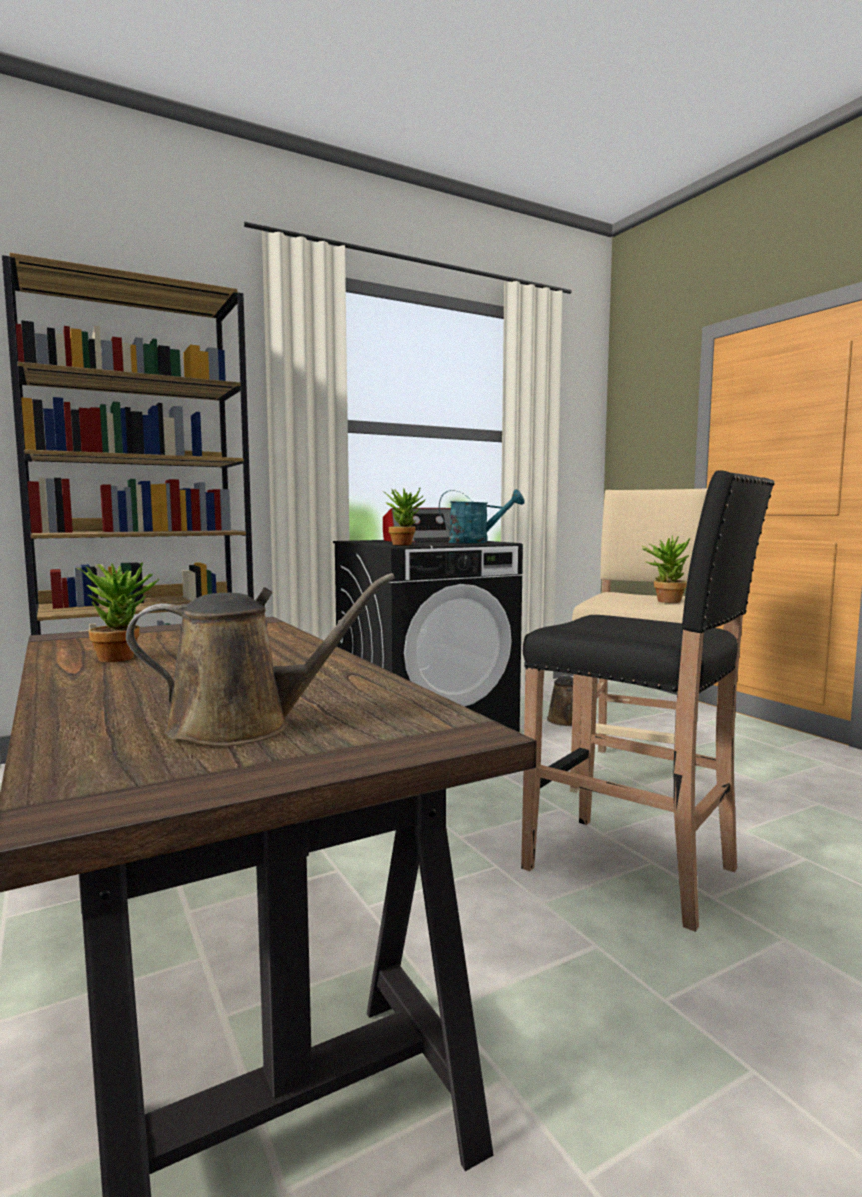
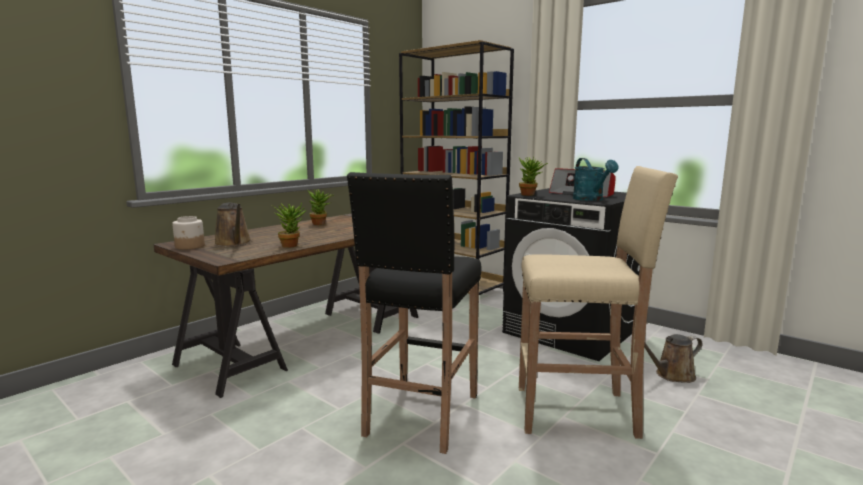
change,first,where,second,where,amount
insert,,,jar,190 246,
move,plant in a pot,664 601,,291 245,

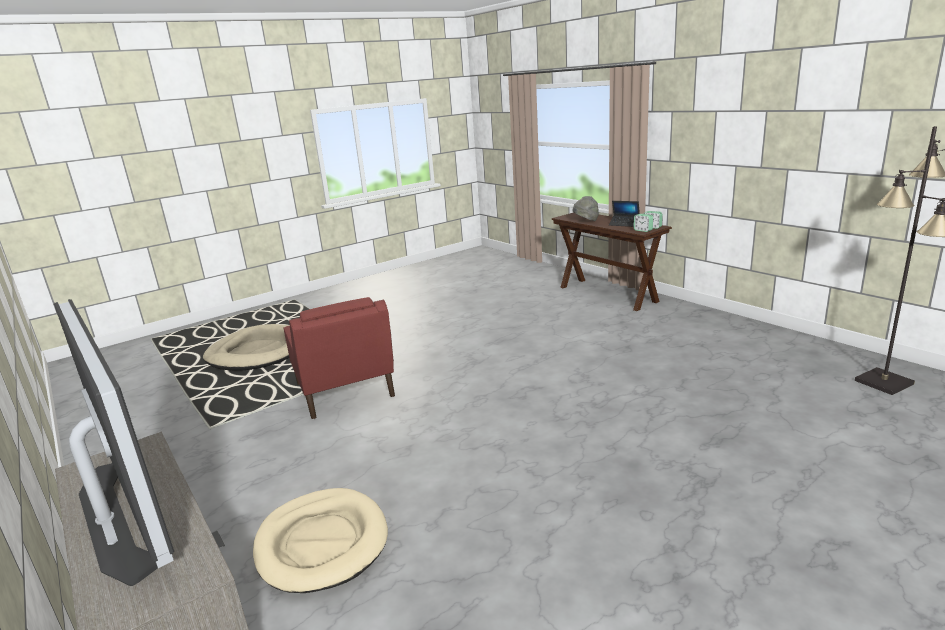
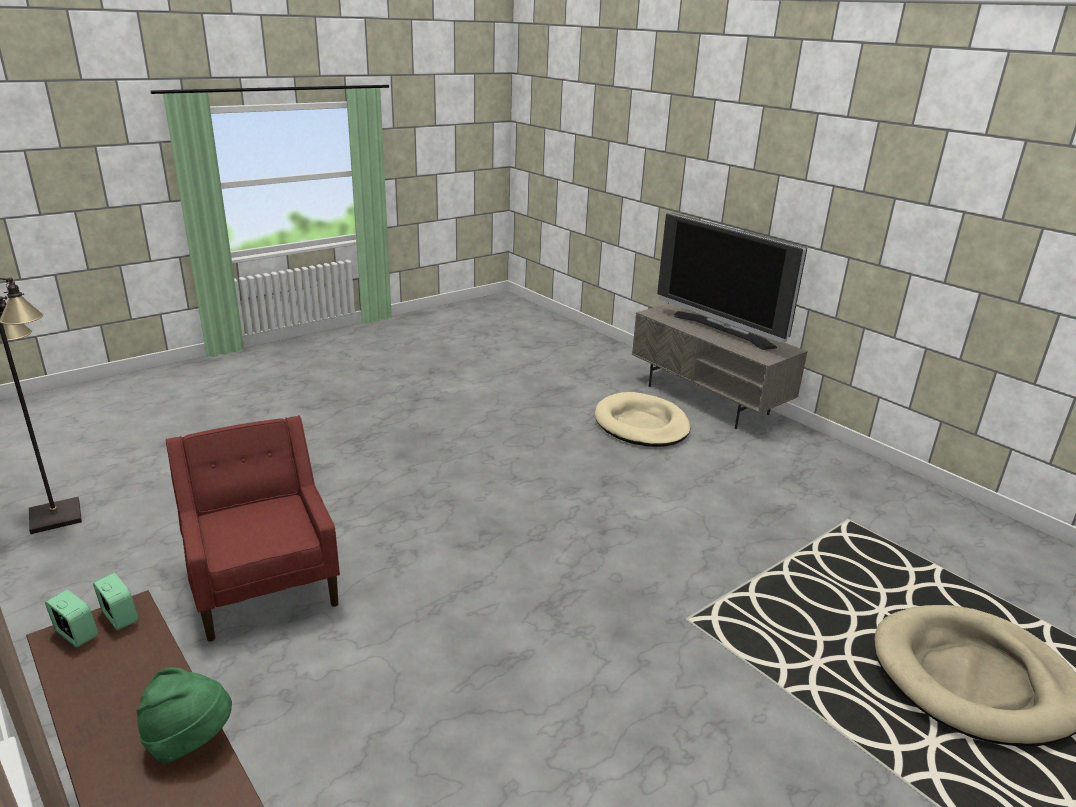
change,first,where,second,where,amount
recolor,greyish clothing hat,586 221,green clothing hat,190 740,
move,red lounge chair,344 391,,264 582,
delete,notebook computer,624 224,,,

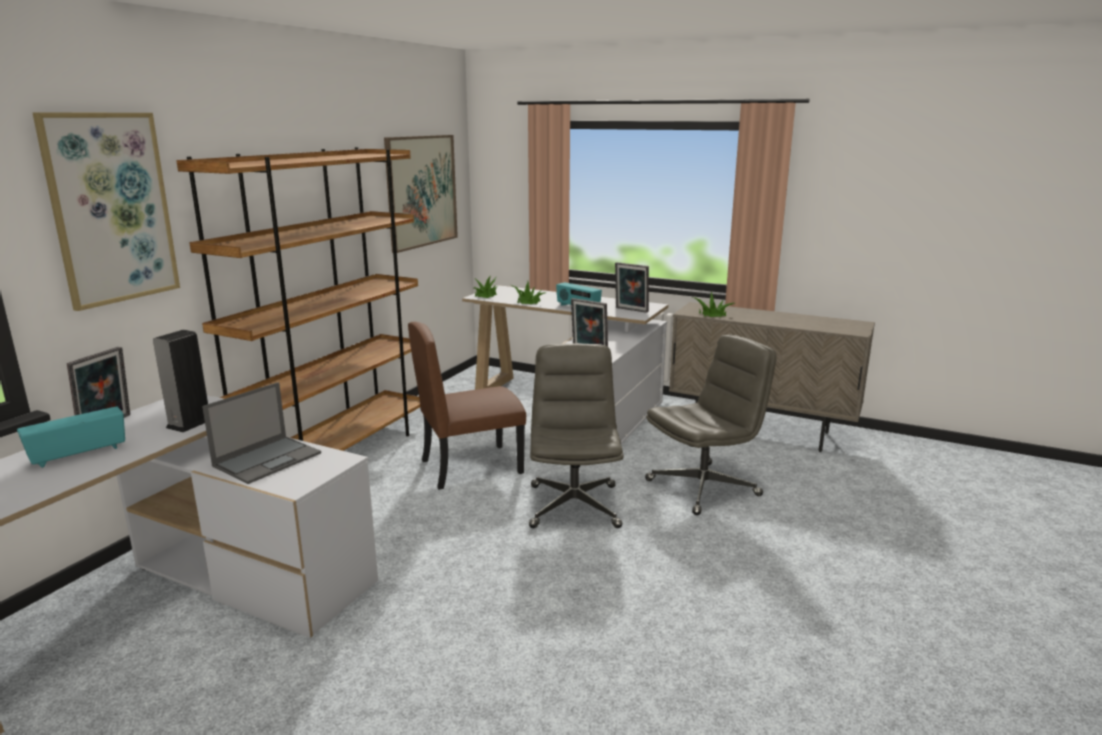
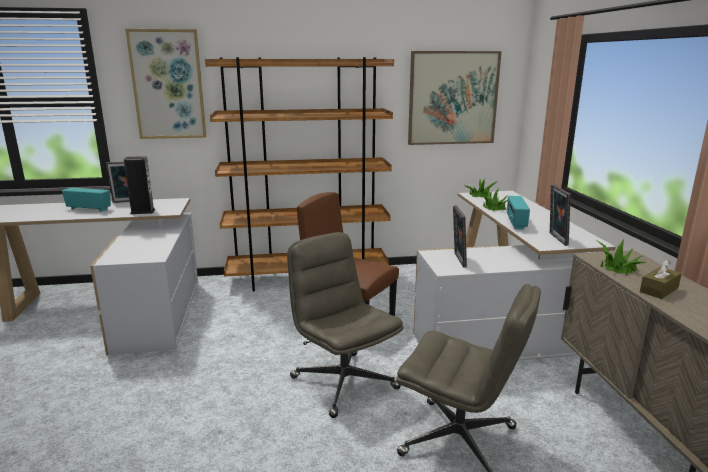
change,first,where,second,where,amount
rotate,greyish desk chair,573 505,,343 382,90 degrees counterclockwise
insert,,,brown-coloured tissue box,659 290,
delete,notebook computer,268 459,,,

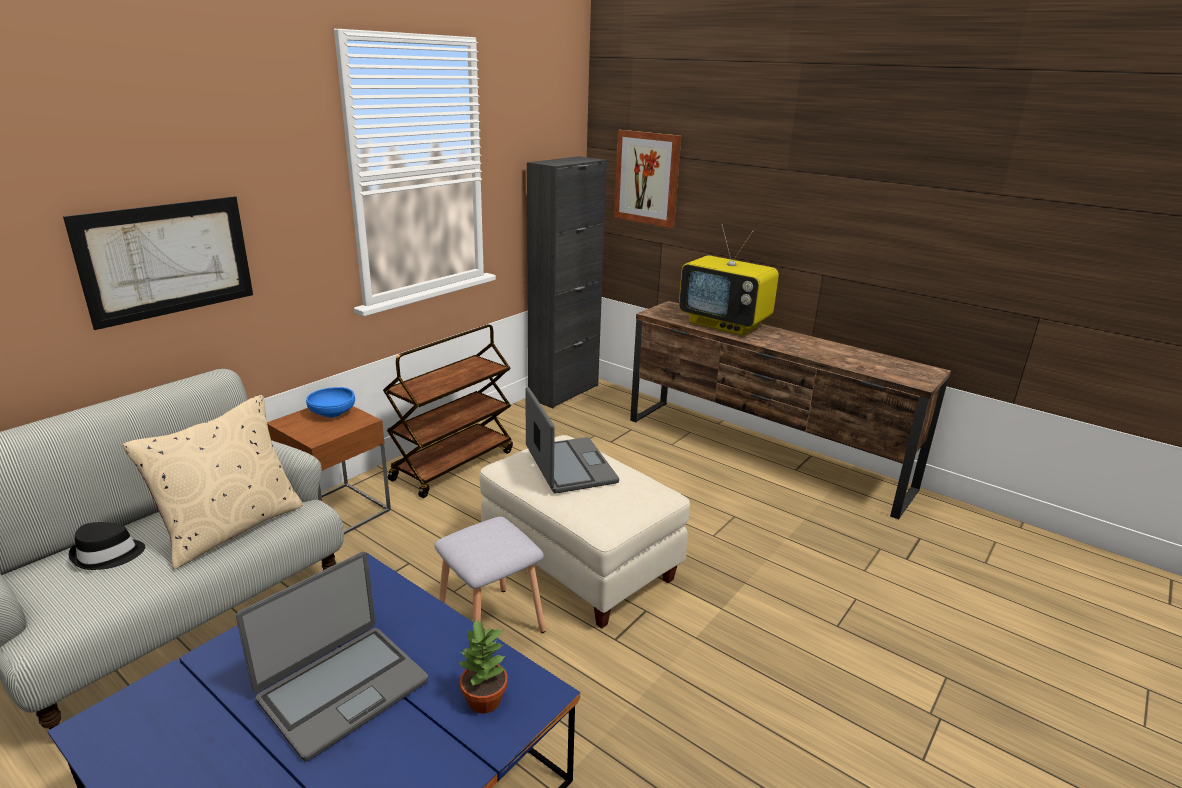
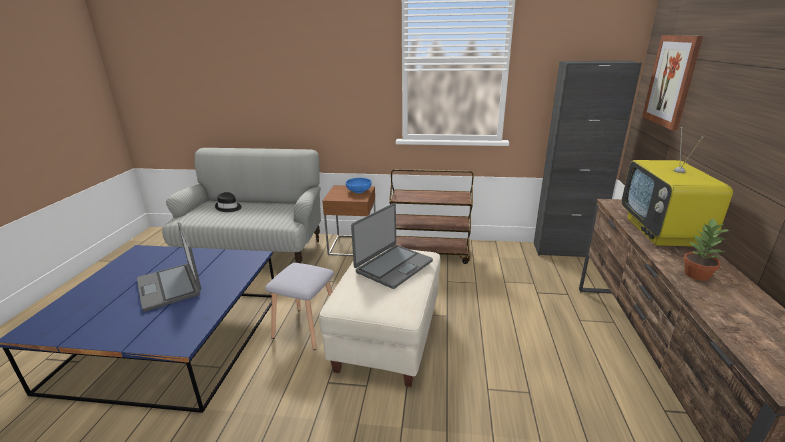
change,first,where,second,where,amount
rotate,notebook computer,342 689,,170 287,45 degrees clockwise
move,plant in a pot,484 701,,696 275,
delete,wall art,167 259,,,
delete,beige pillow,231 528,,,

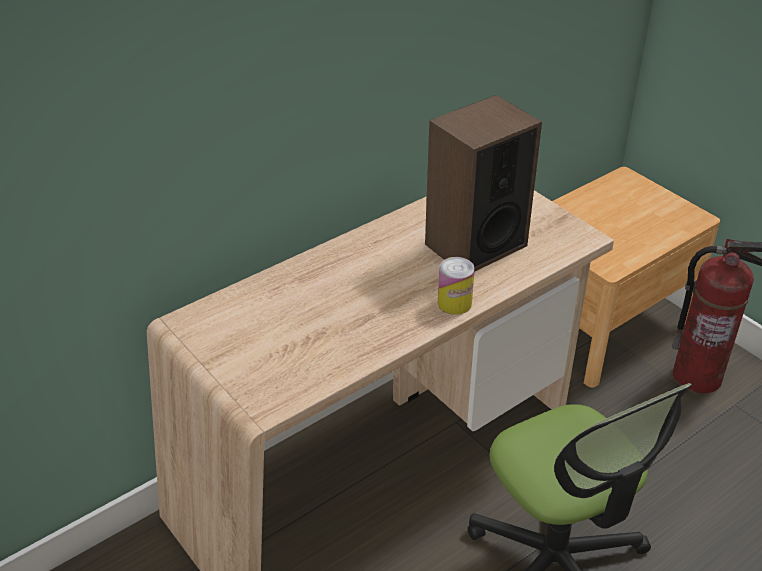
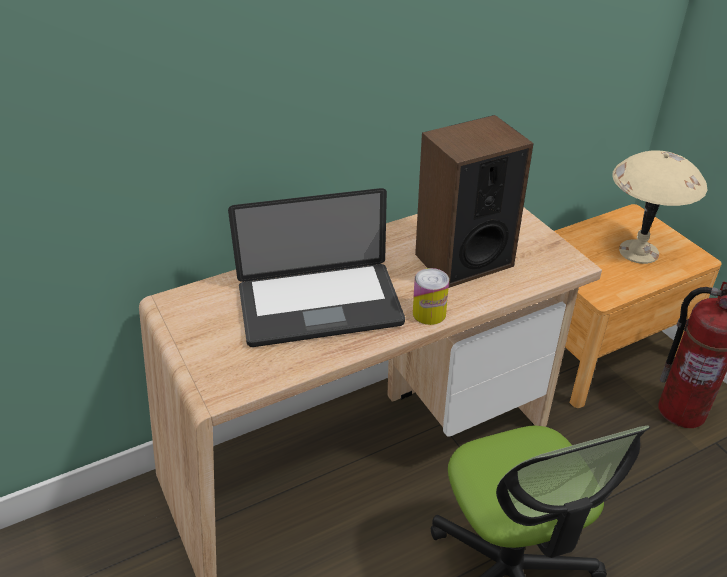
change,first,where,second,where,amount
insert,,,notebook computer,319 306,
insert,,,beige tabletop lamp,639 251,

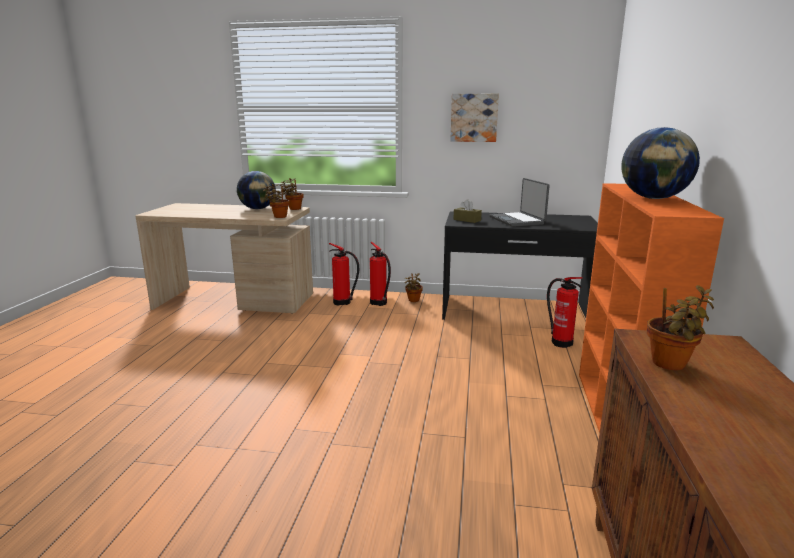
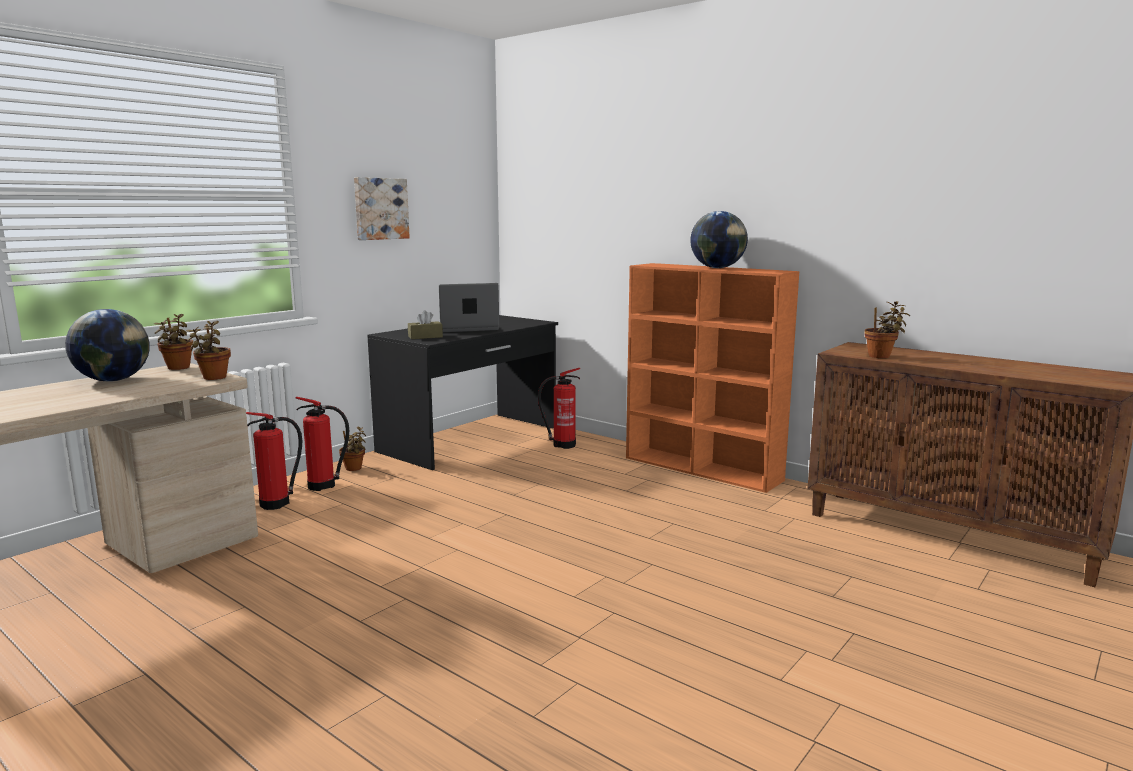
change,first,where,second,where,amount
rotate,notebook computer,517 220,,467 328,150 degrees clockwise

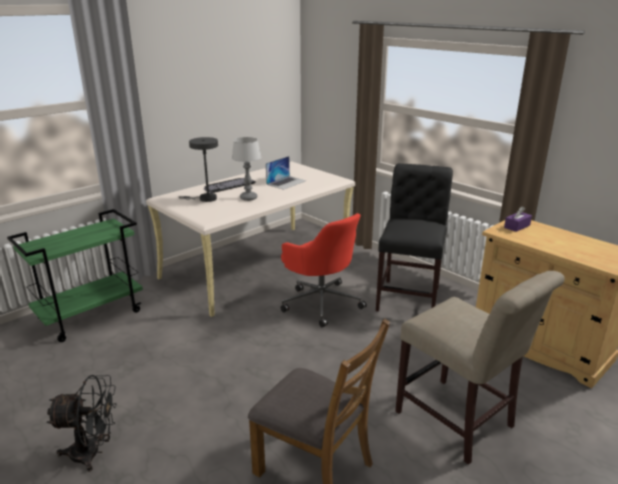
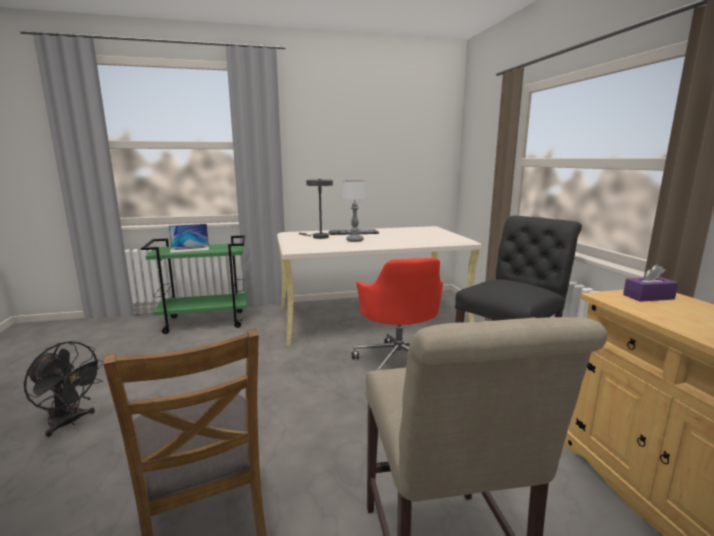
change,first,where,second,where,amount
move,notebook computer,286 182,,190 249,

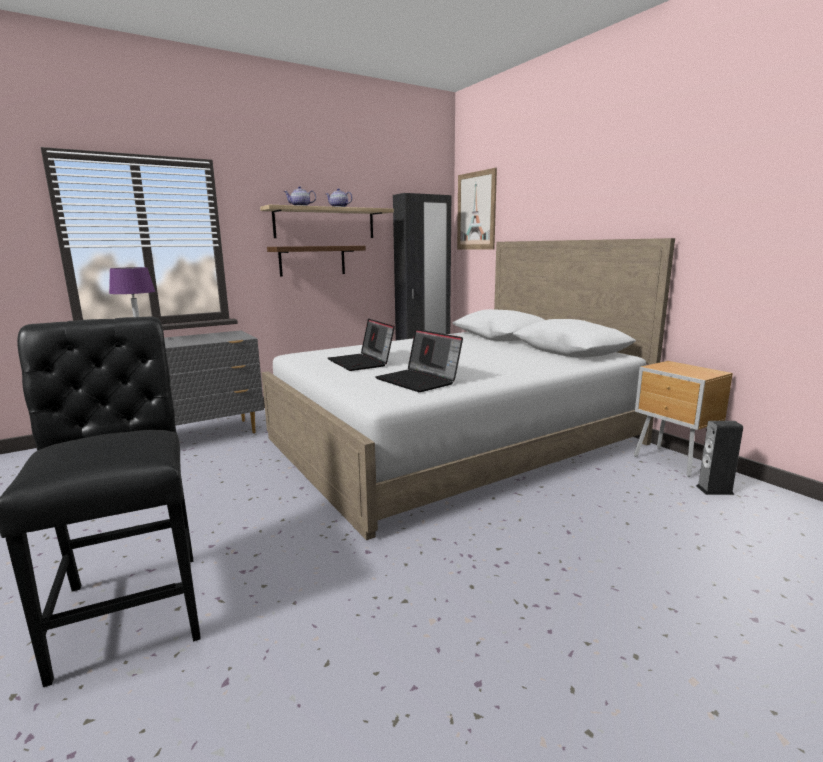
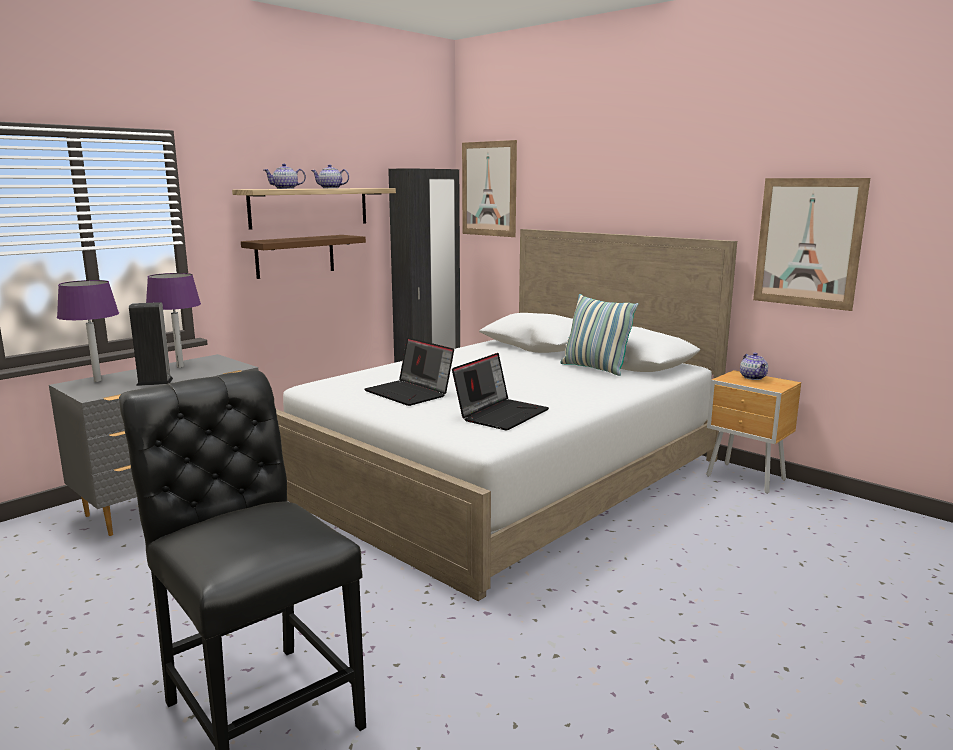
change,first,where,second,where,amount
move,audio speaker,714 490,,155 382,
insert,,,purplish tabletop lamp,180 366,
rotate,notebook computer,419 381,,501 414,90 degrees counterclockwise
insert,,,pillow,595 368,
insert,,,teapot,753 377,
insert,,,wall art,808 242,

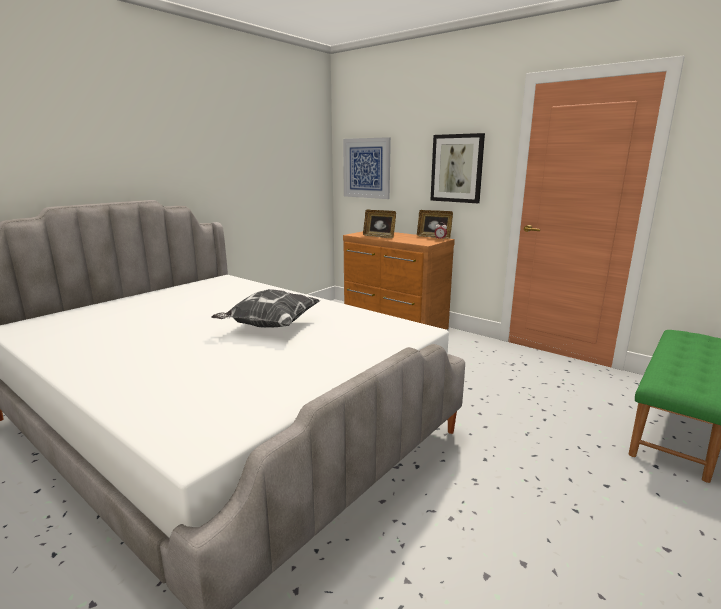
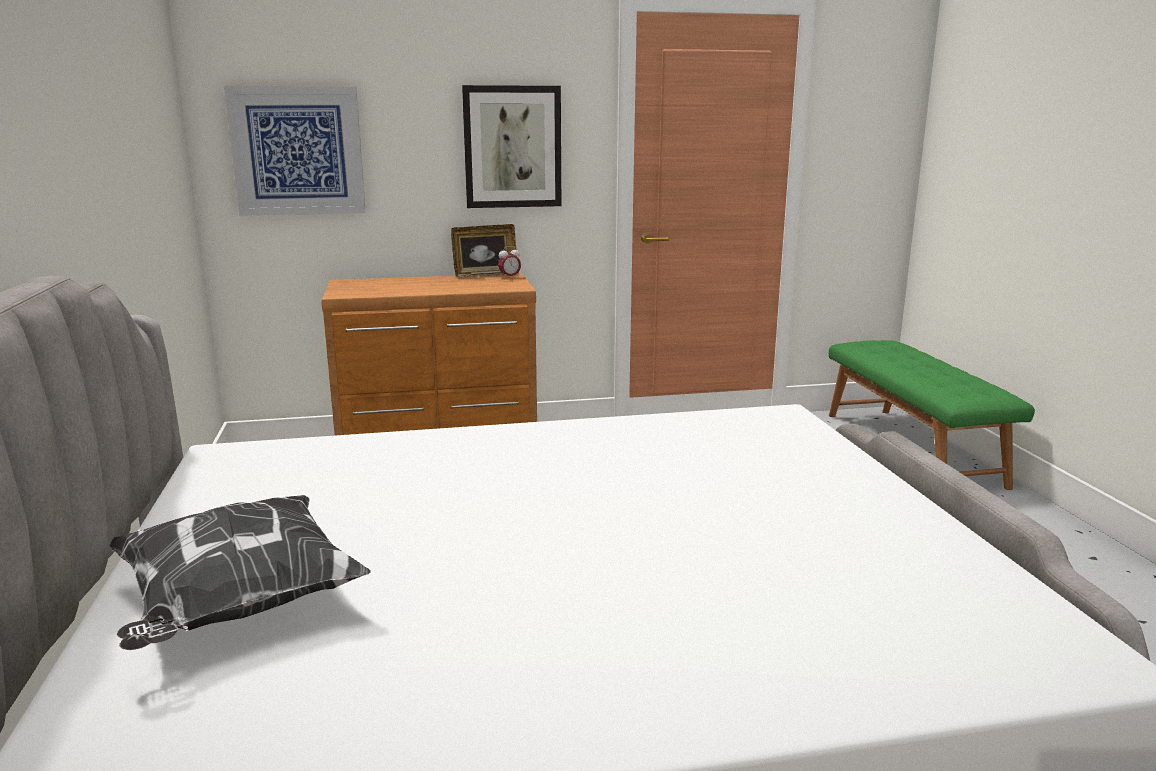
change,first,where,second,where,amount
move,pillow,269 326,,237 607,
delete,standing frame,379 236,,,

